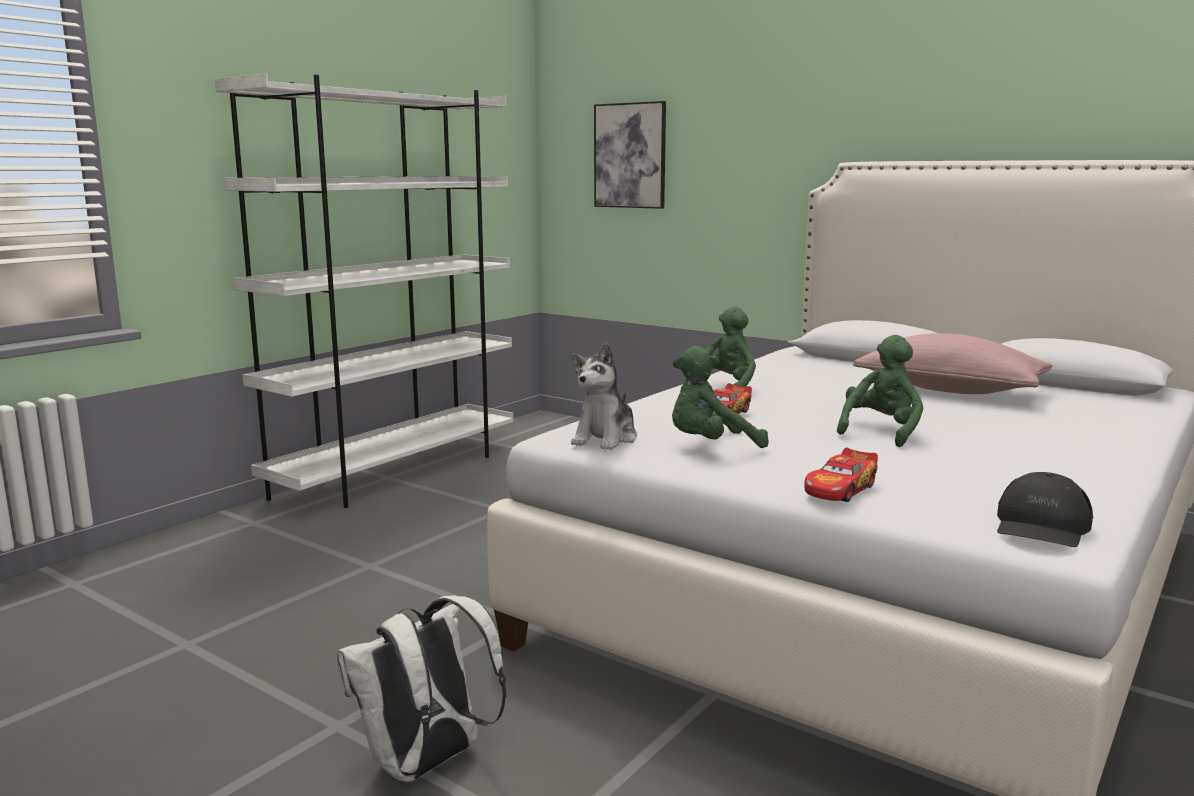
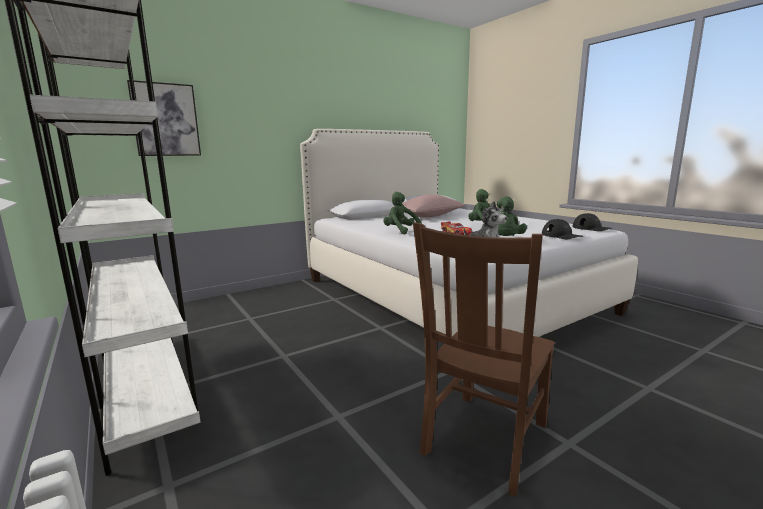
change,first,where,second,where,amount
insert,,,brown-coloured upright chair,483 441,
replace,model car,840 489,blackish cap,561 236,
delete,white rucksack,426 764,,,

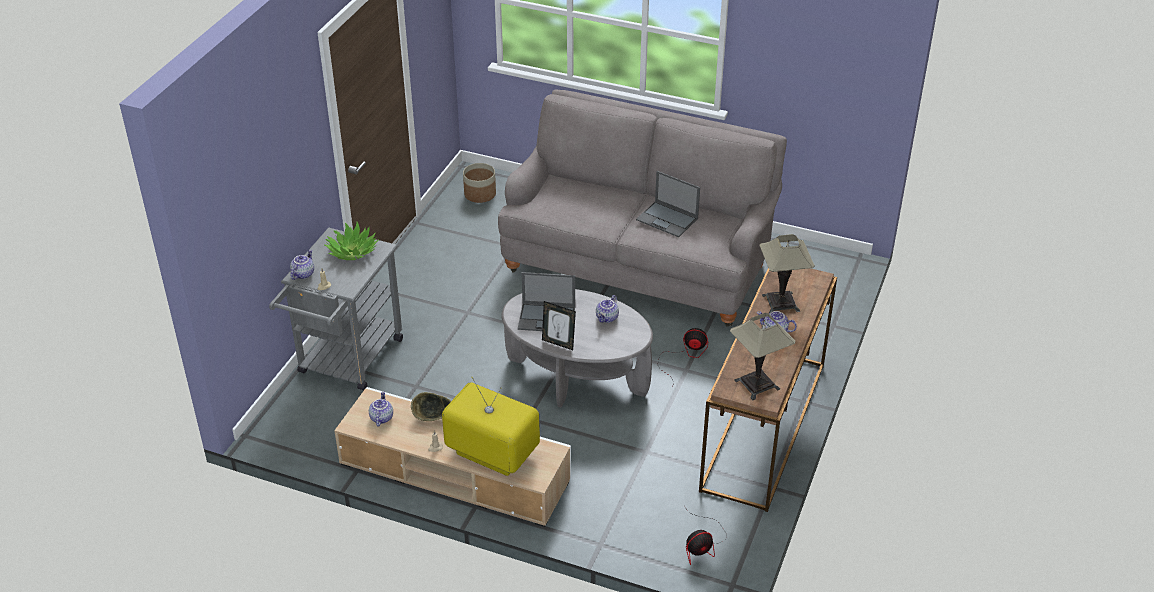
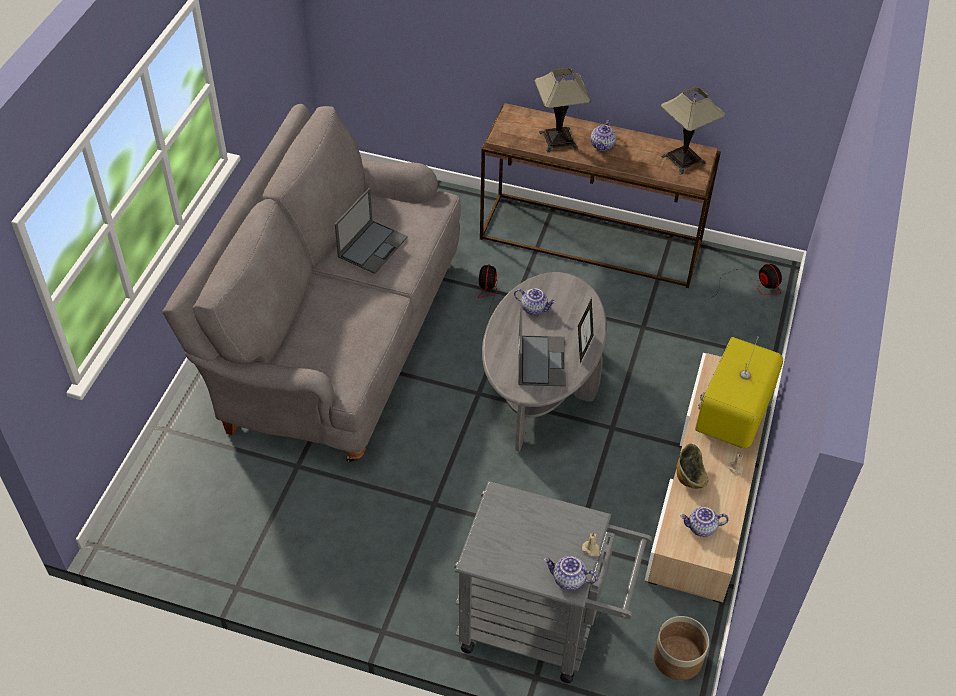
change,first,where,second,where,amount
move,plant pot,480 194,,677 658,
delete,plant in a pot,352 251,,,

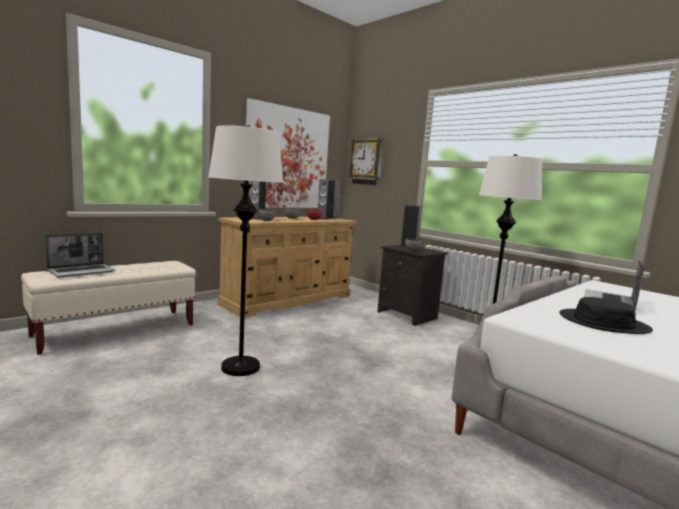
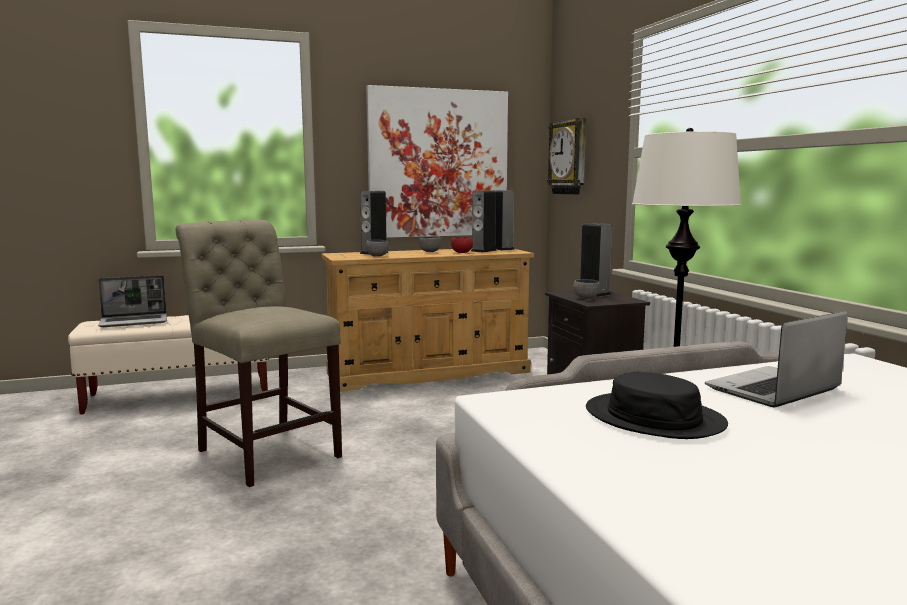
change,first,where,second,where,amount
replace,white standing lamp,240 367,beige upright chair,265 450,

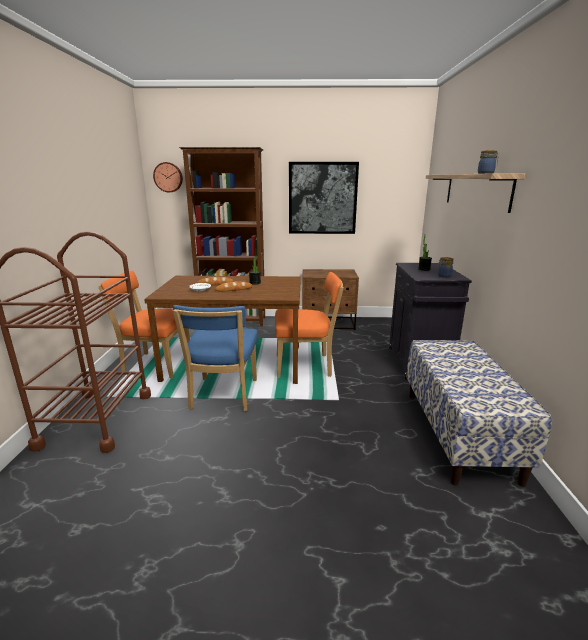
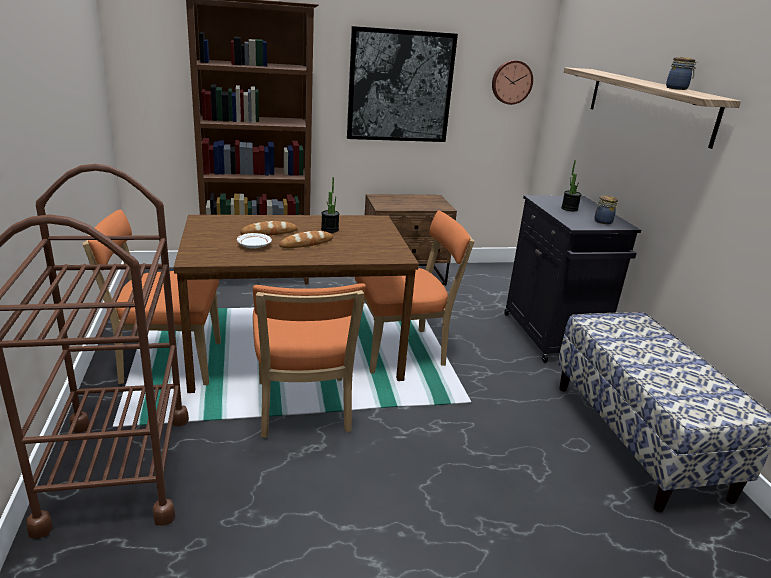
change,first,where,second,where,amount
recolor,blue upright chair,223 396,orangey upright chair,303 410,
move,wall clock,168 177,,511 82,

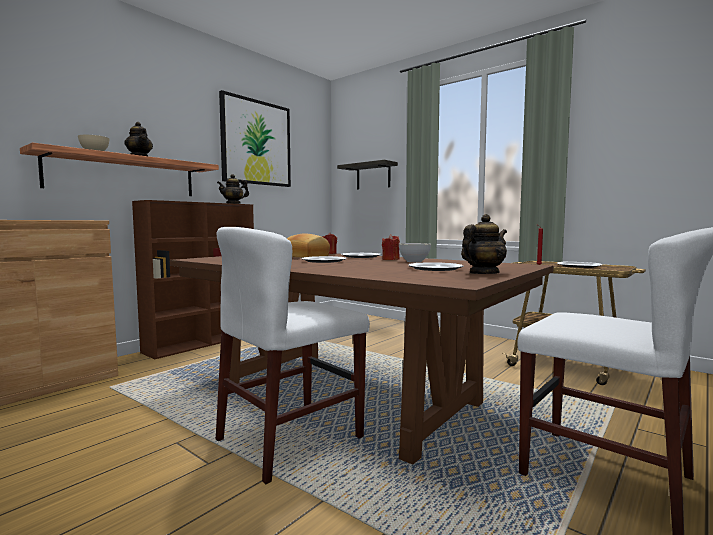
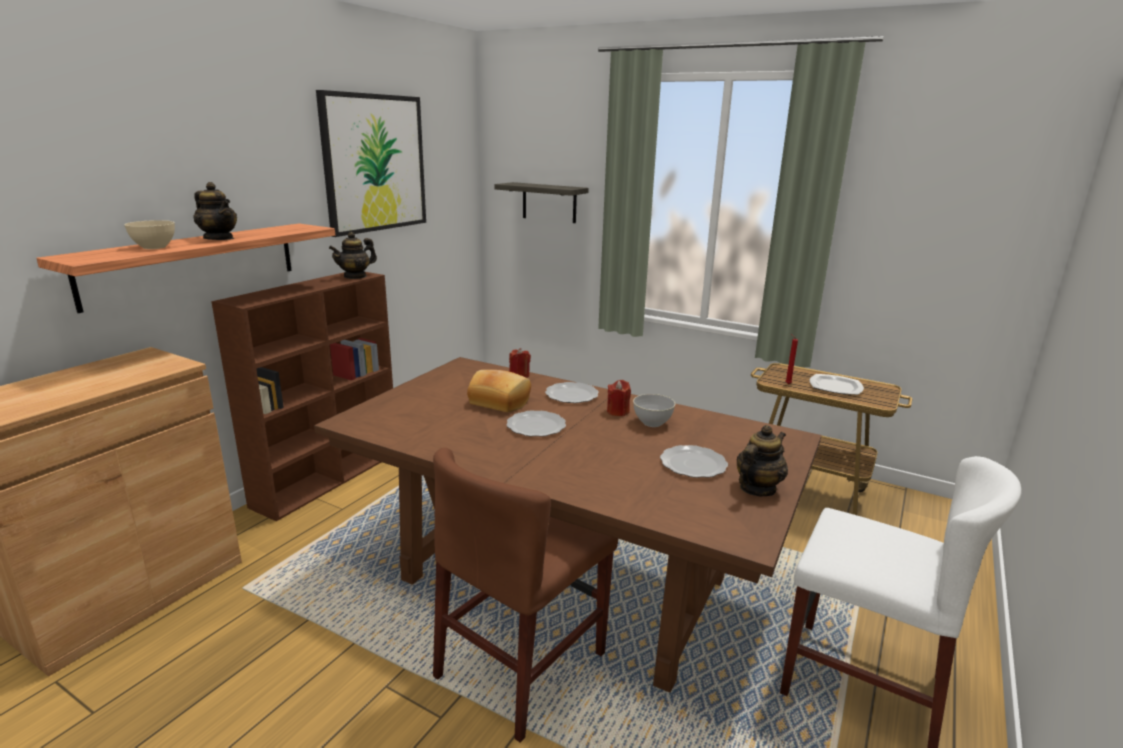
change,first,where,second,where,amount
recolor,white upright chair,290 439,brown-coloured upright chair,521 665,

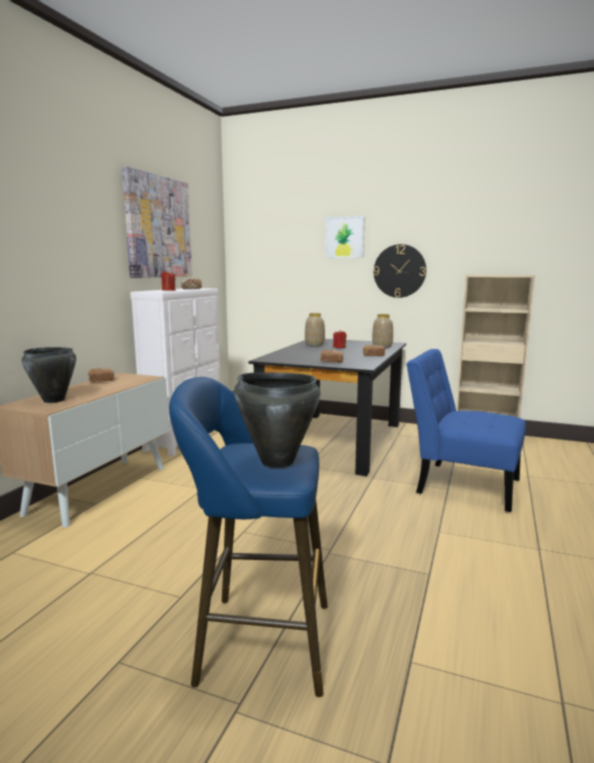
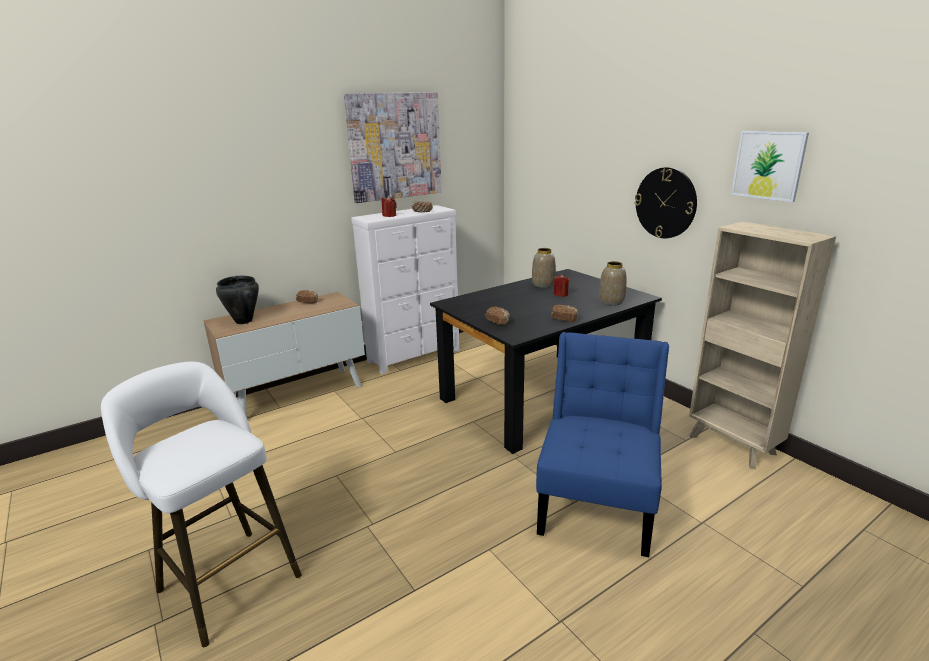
change,first,where,second,where,amount
recolor,blue stool,256 641,white stool,225 579,
rotate,blue upright chair,461 484,,597 502,45 degrees clockwise
move,wall art,344 237,,768 165,
delete,blackish cooking pot,277 462,,,

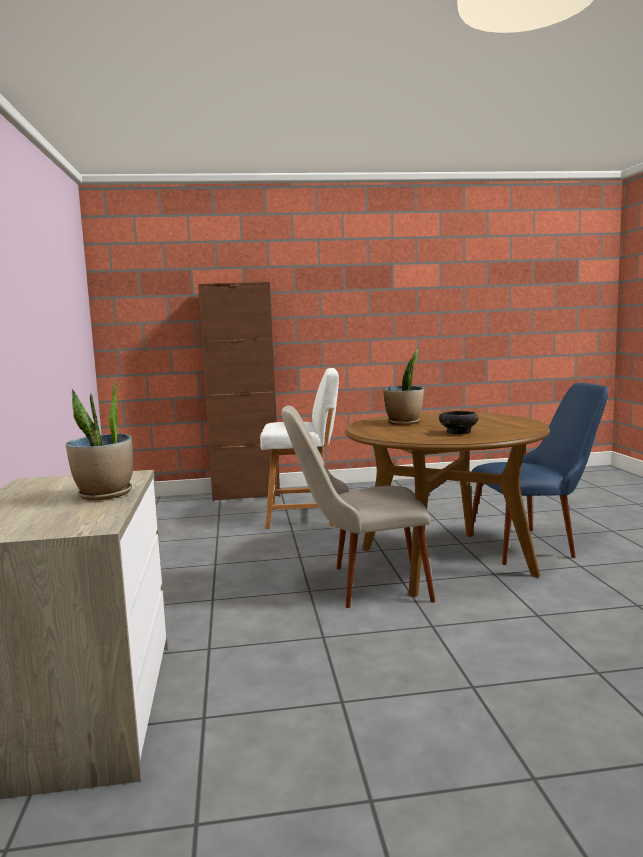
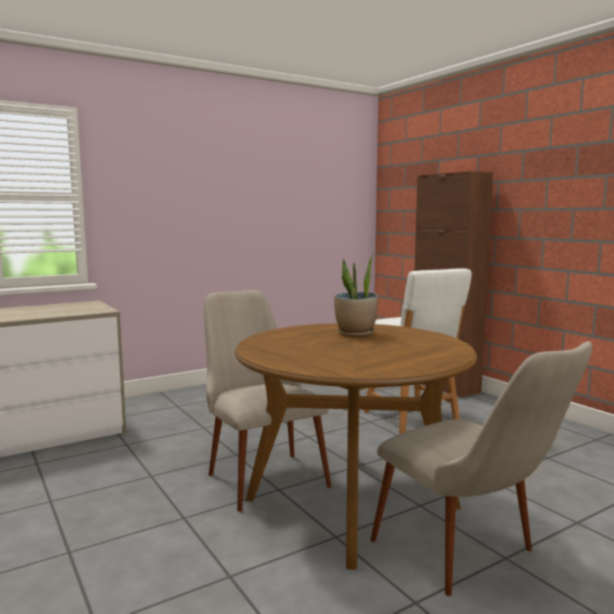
change,first,where,second,where,amount
recolor,blue upright chair,536 544,beige upright chair,471 558,
delete,plant in a pot,105 495,,,
delete,deep dish,458 432,,,

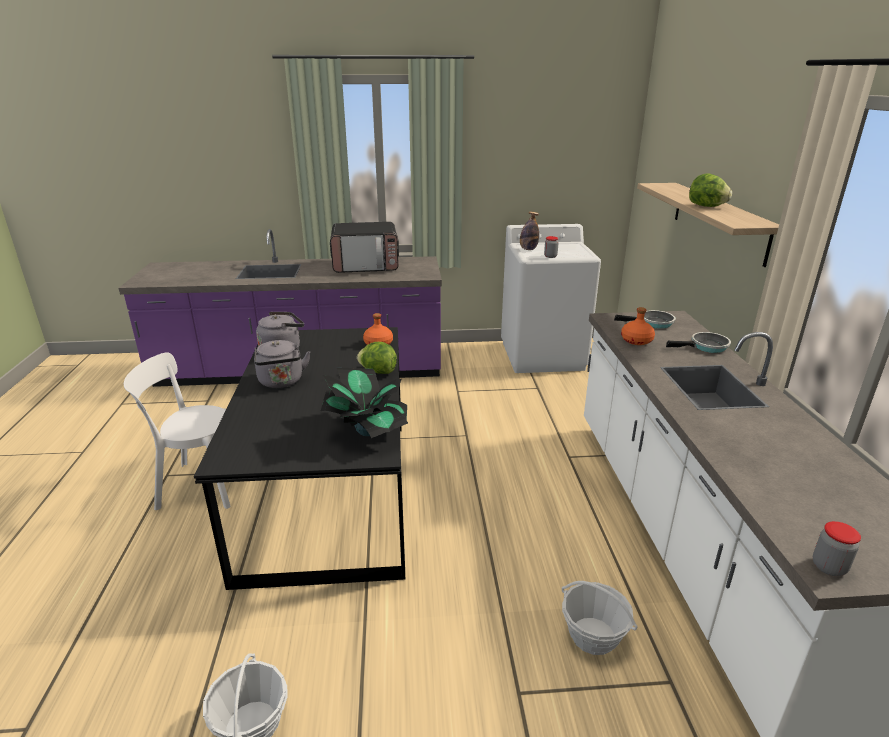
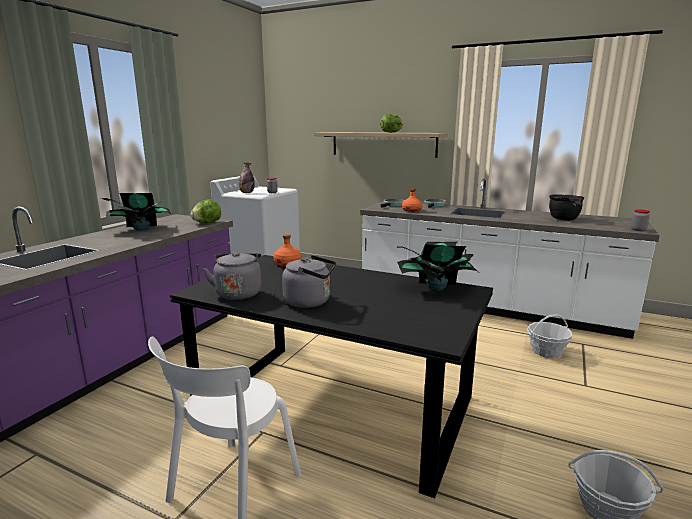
change,first,where,second,where,amount
replace,kitchen microwave,366 265,plant in a pot,140 229,
move,head of lettuce,378 371,,207 222,
insert,,,blackish cooking pot,563 219,

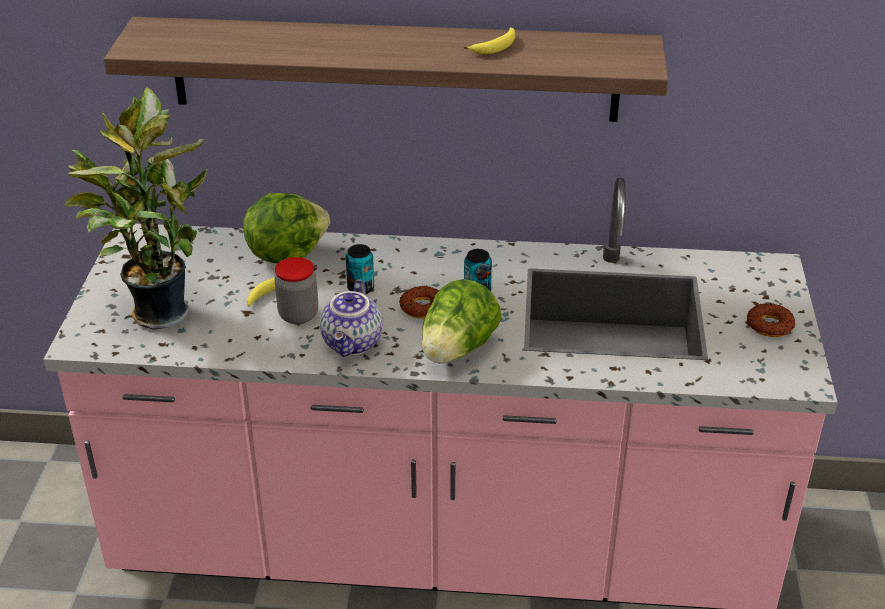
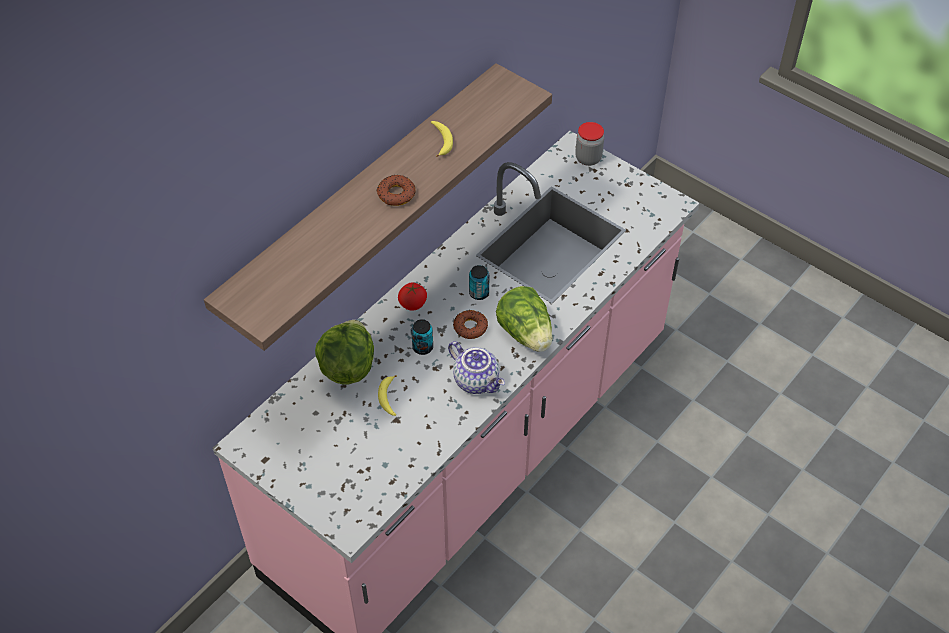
change,first,where,second,where,amount
move,doughnut,769 325,,396 194,
insert,,,fresh tomato,412 304,
move,jar,298 315,,588 158,
delete,plant in a pot,157 311,,,

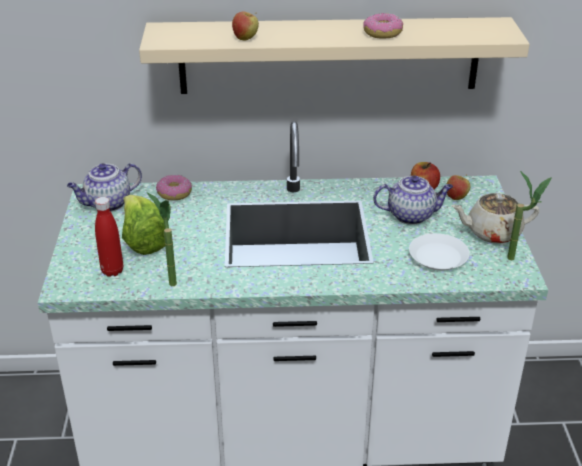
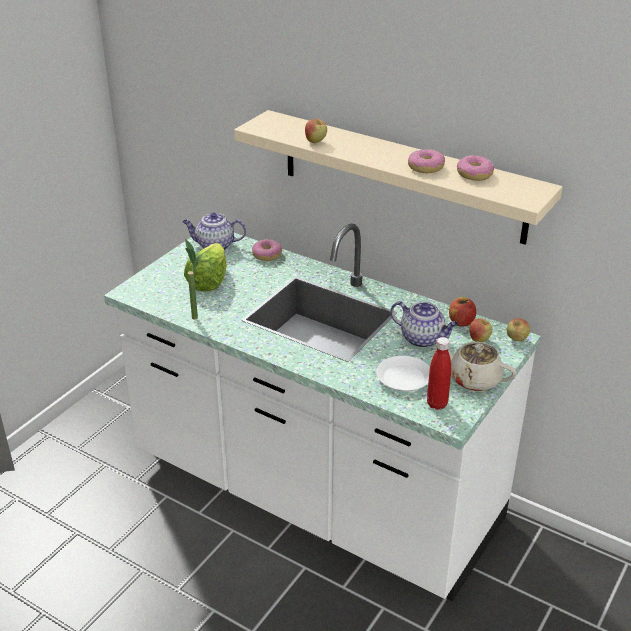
change,first,where,second,where,amount
move,red drink bottle,112 271,,437 404,
insert,,,doughnut,474 174,
insert,,,whole apple,516 340,
delete,plant in a pot,518 259,,,

